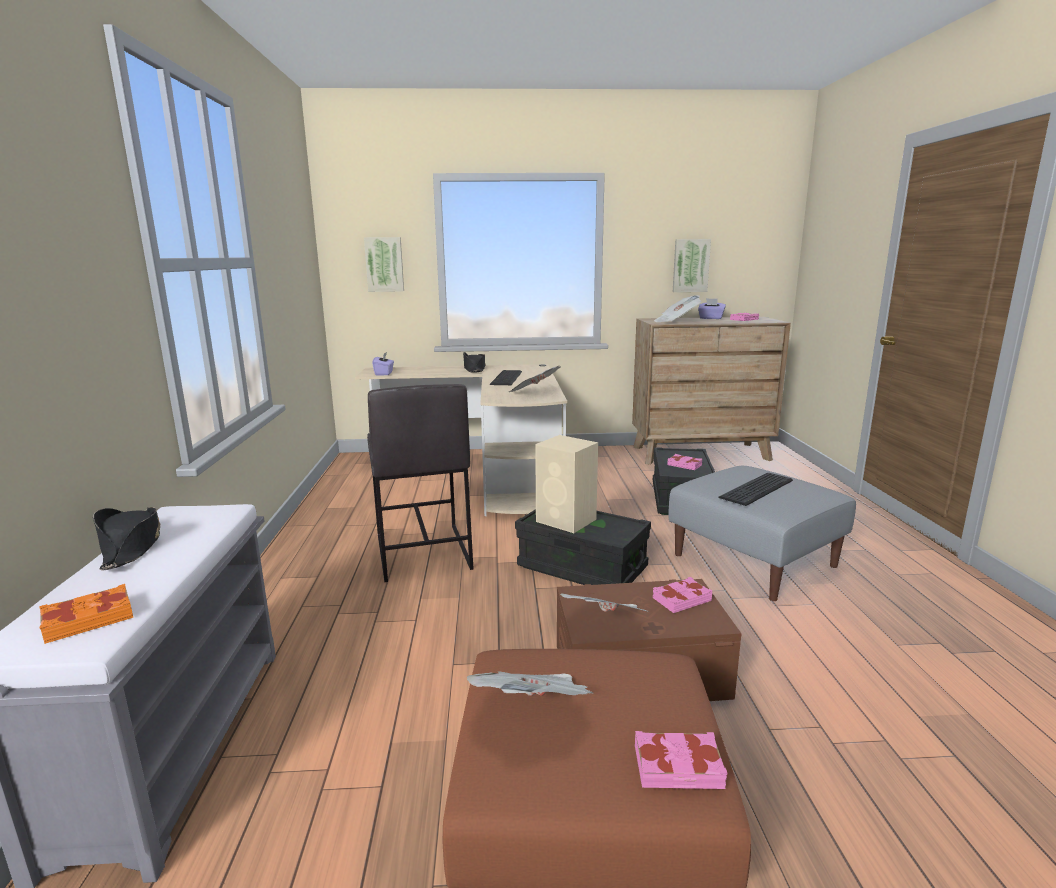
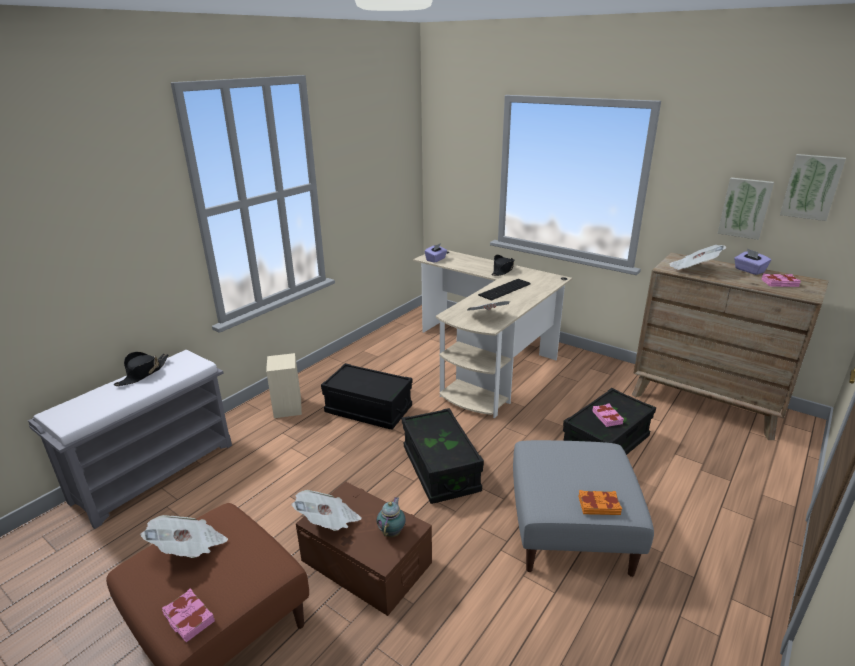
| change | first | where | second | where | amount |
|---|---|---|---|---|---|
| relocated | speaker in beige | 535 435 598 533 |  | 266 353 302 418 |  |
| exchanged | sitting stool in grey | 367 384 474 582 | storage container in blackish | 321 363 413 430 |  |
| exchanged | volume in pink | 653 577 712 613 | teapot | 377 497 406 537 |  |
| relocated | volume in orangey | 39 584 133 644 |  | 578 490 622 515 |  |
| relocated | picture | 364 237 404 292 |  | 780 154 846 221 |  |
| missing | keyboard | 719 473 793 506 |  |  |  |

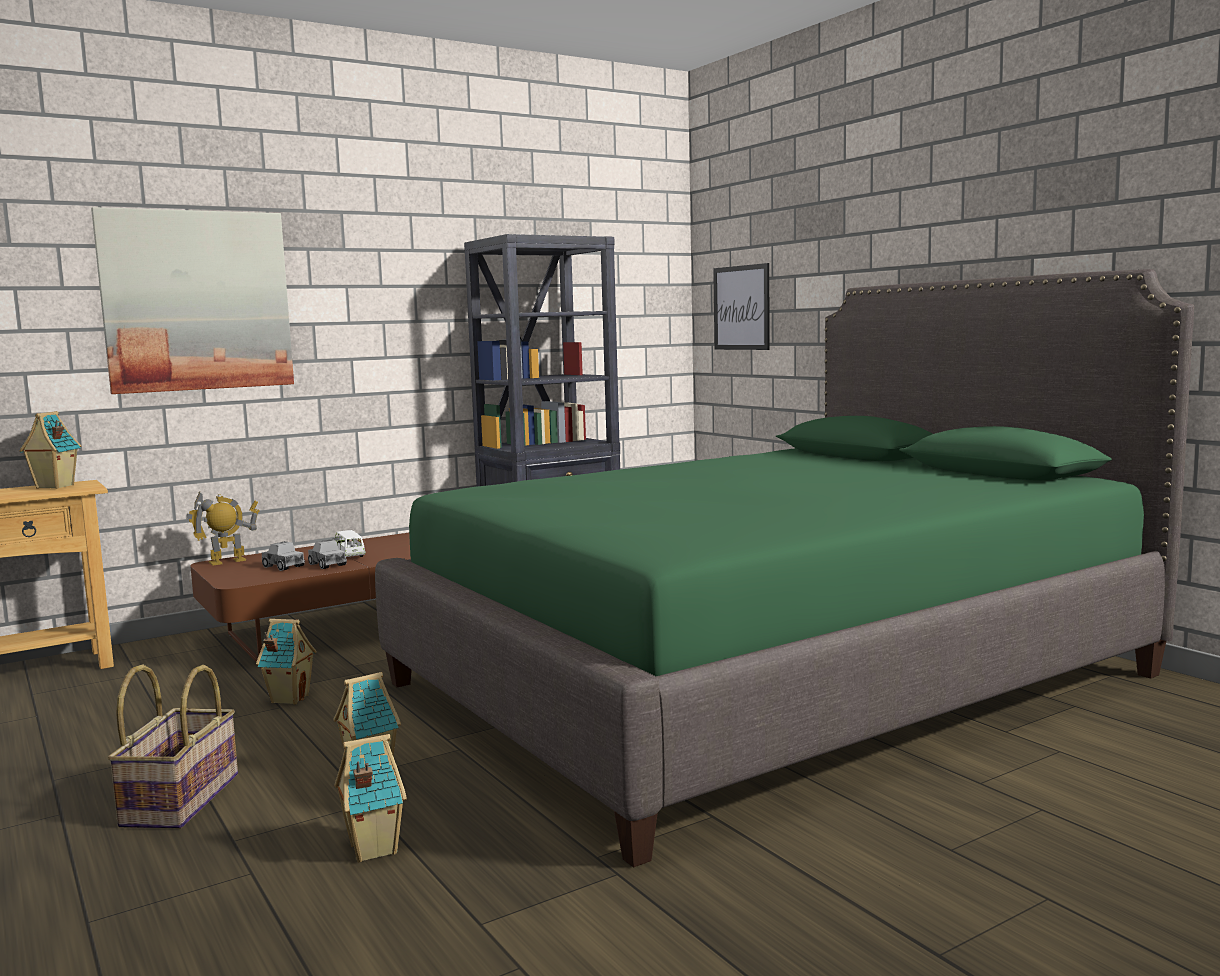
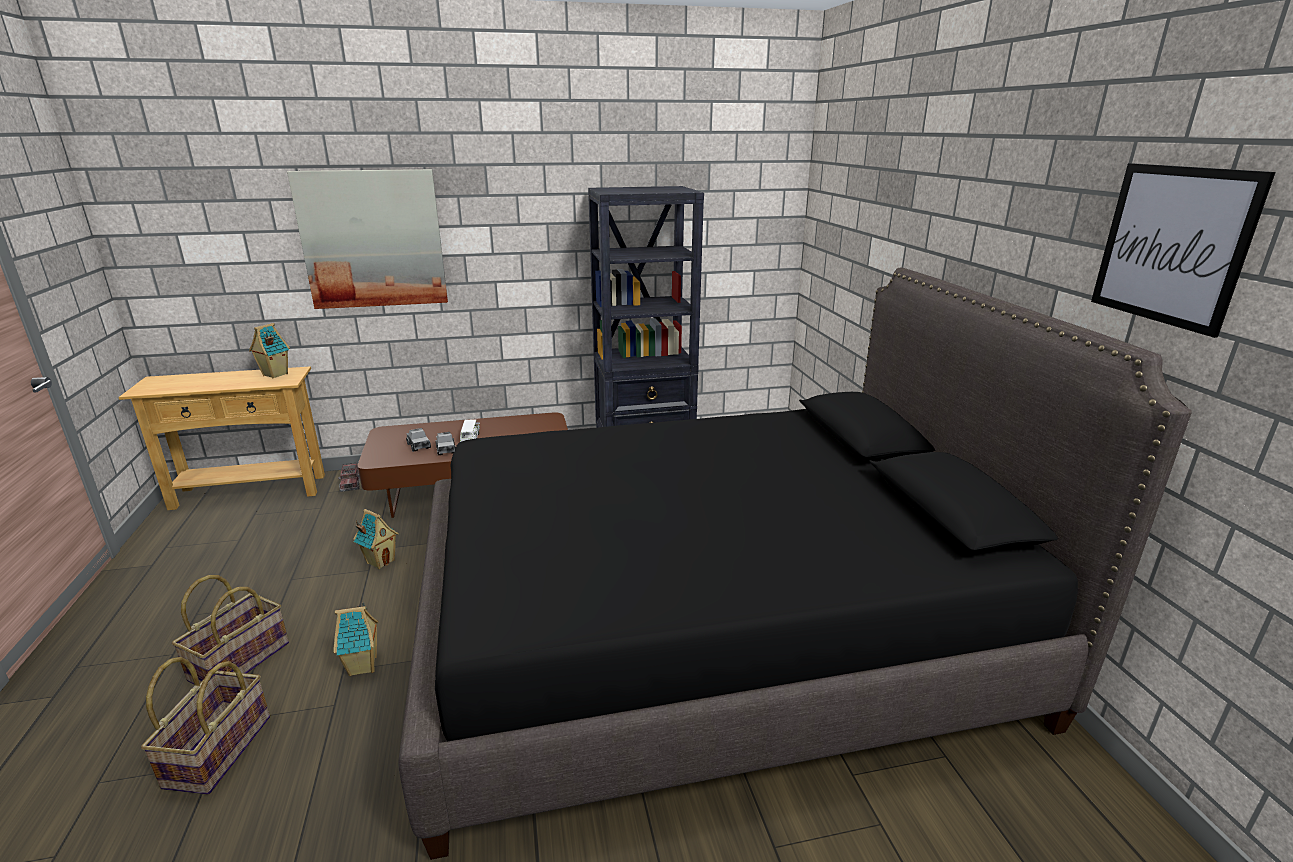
| change | first | where | second | where | amount |
|---|---|---|---|---|---|
| appeared |  |  | basket | 141 657 270 794 |  |
| appeared |  |  | model truck | 338 463 360 492 |  |
| colour | bed in green-coloured | 375 269 1194 868 | bed in blackish | 398 267 1192 860 |  |
| relocated | picture | 713 263 770 350 |  | 1091 163 1276 338 |  |
| missing | model robot | 186 491 260 566 |  |  |  |
| missing | model house | 335 734 407 862 |  |  |  |

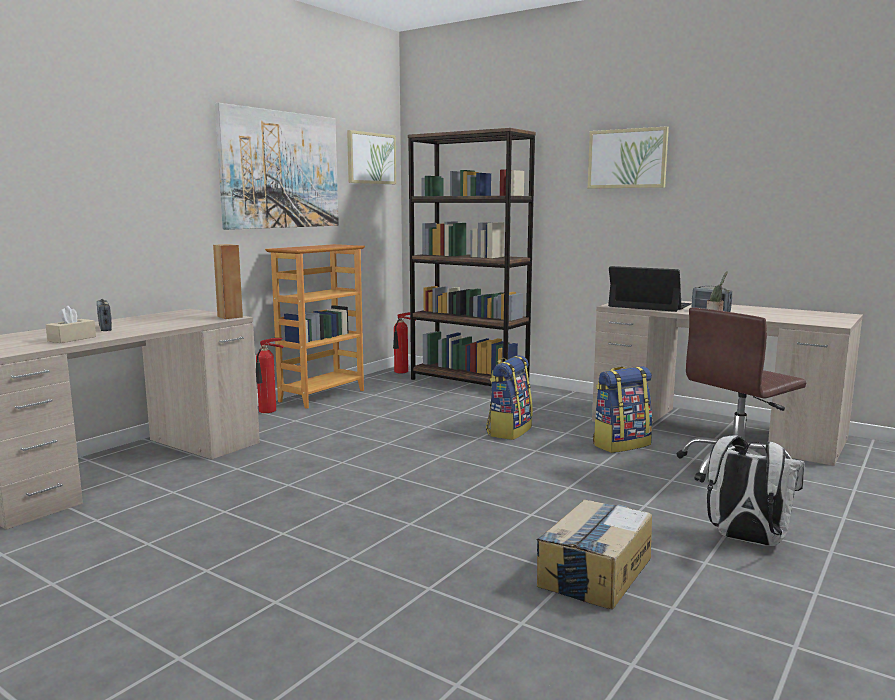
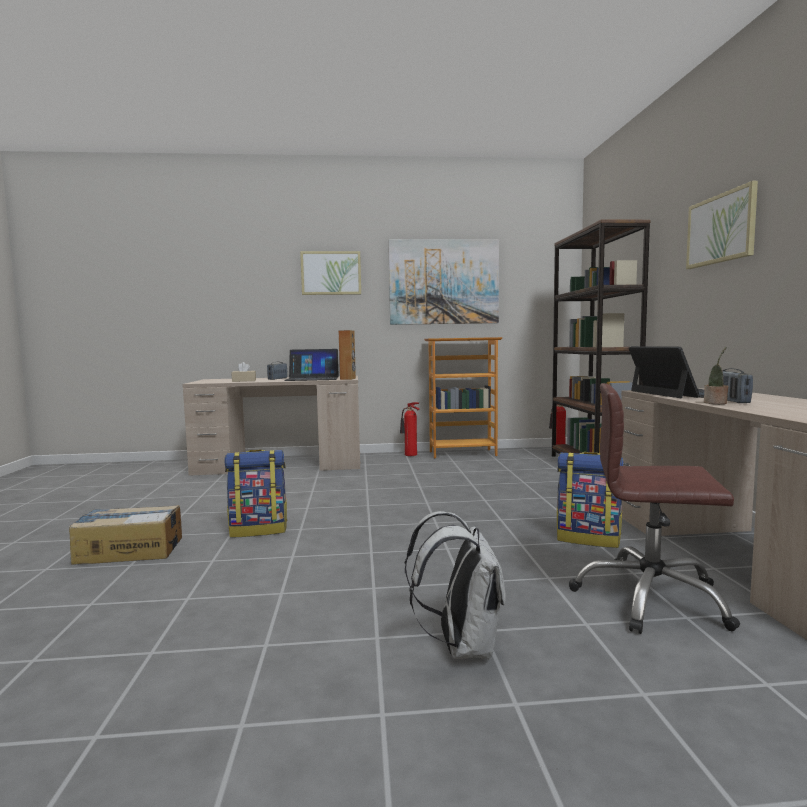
| change | first | where | second | where | amount |
|---|---|---|---|---|---|
| relocated | cardboard box | 537 500 652 609 |  | 69 505 182 565 |  |
| relocated | backpack | 486 355 533 440 |  | 224 449 287 537 |  |
| appeared |  |  | notebook computer | 284 349 339 381 |  |
| relocated | picture | 347 130 396 184 |  | 300 251 361 295 |  |

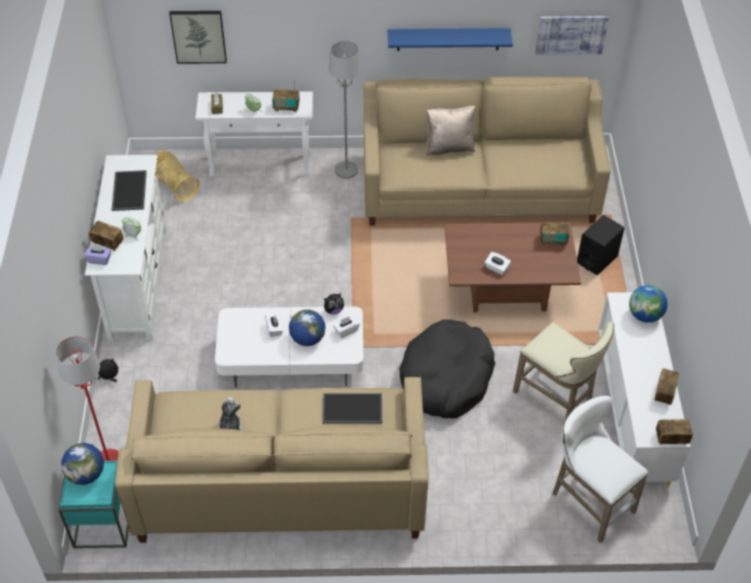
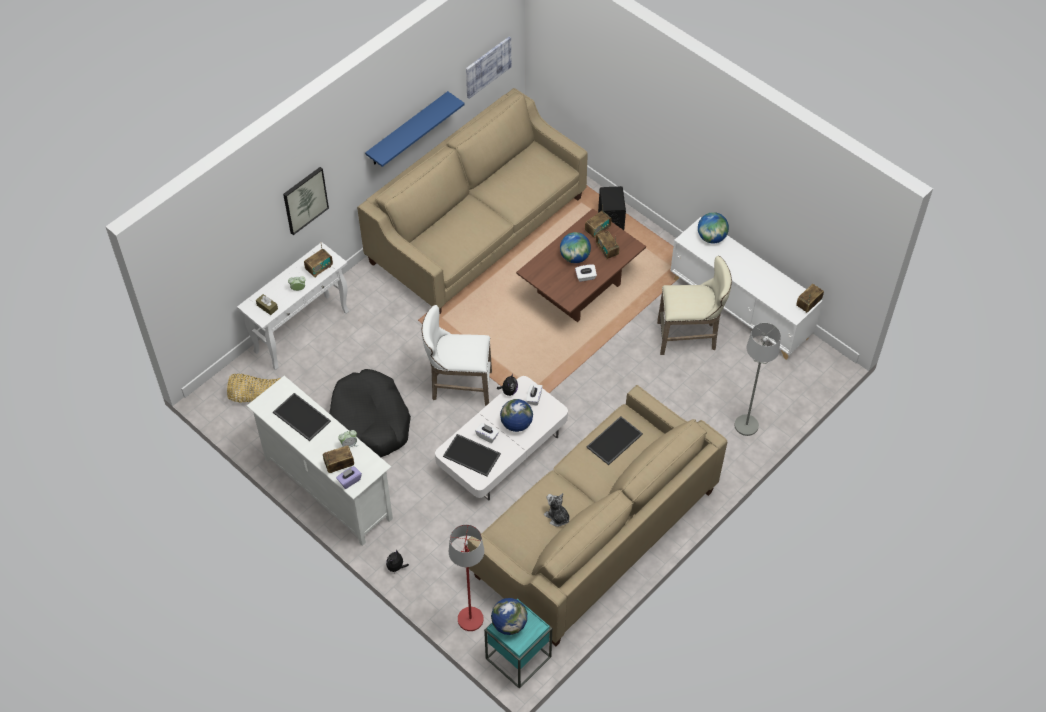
| change | first | where | second | where | amount |
|---|---|---|---|---|---|
| relocated | picture | 169 11 227 64 |  | 283 167 329 235 |  |
| relocated | pet bed in blackish | 399 320 495 418 |  | 329 369 411 457 |  |
| relocated | sitting stool in white | 552 395 648 543 |  | 422 305 492 406 |  |
| appeared |  |  | carrying tray | 443 434 501 476 |  |
| appeared |  |  | world globe | 560 232 591 263 |  |
| relocated | radio receiver | 654 368 679 405 |  | 596 231 619 260 |  |
| relocated | standard lamp in grey | 329 41 361 179 |  | 735 323 781 436 |  |
| missing | pillow in beige | 426 106 475 155 |  |  |  |

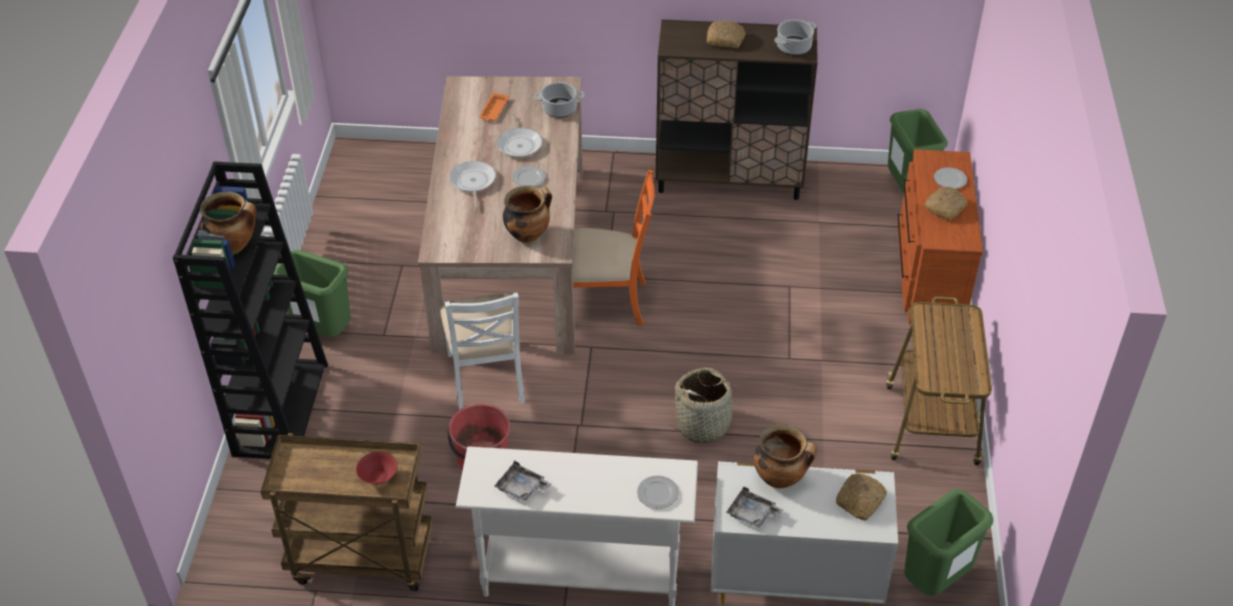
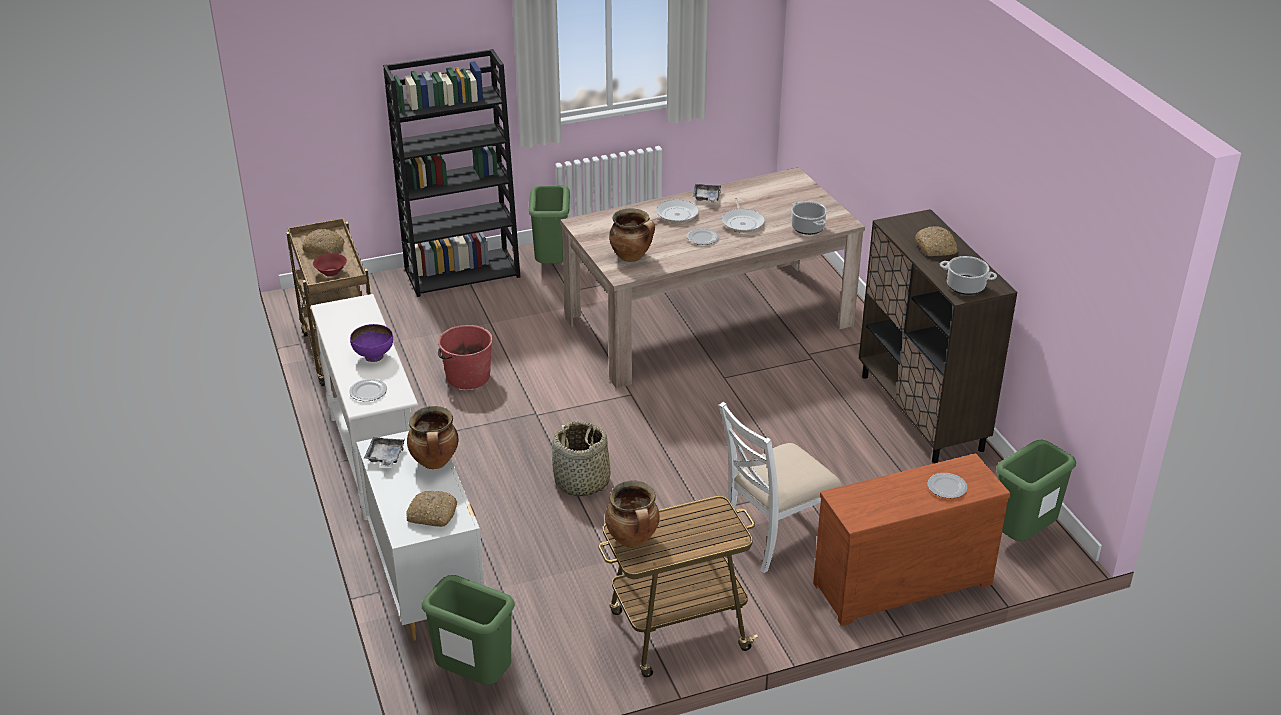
| change | first | where | second | where | amount |
|---|---|---|---|---|---|
| relocated | bread | 925 187 967 221 |  | 302 229 345 255 |  |
| appeared |  |  | deep dish in purple | 350 324 393 362 |  |
| relocated | stockpot | 200 191 256 254 |  | 605 480 659 548 |  |
| relocated | carrying tray in grey | 494 461 551 501 |  | 693 184 721 202 |  |
| relocated | plain chair in white | 440 292 525 410 |  | 719 402 842 573 |  |
| spun | skillet | 497 114 542 158 |  | 722 198 765 233 | 60 degrees counterclockwise |
| missing | carrying tray in orangey | 479 93 509 121 |  |  |  |
| missing | plain chair in orangey | 573 169 655 326 |  |  |  |

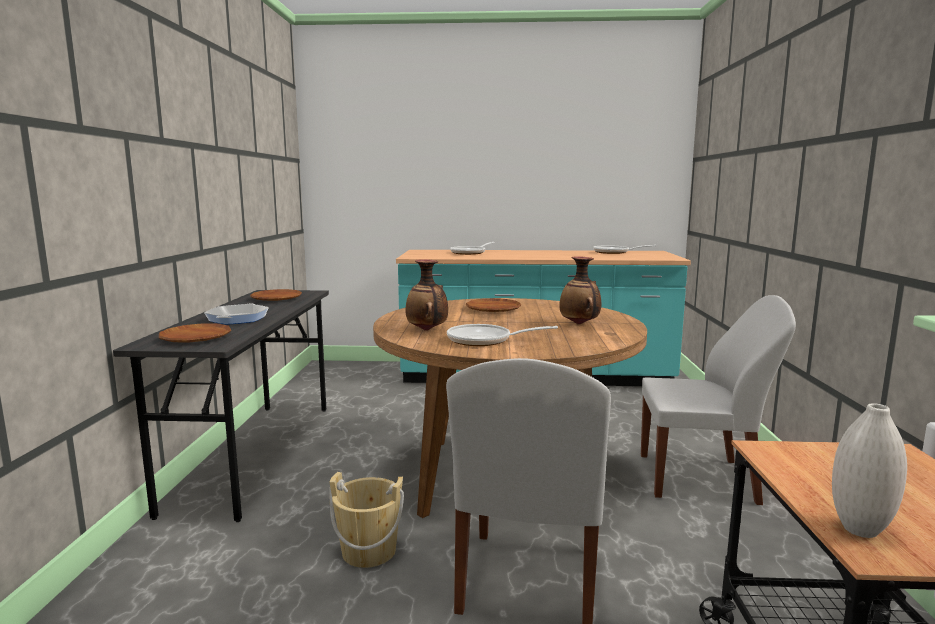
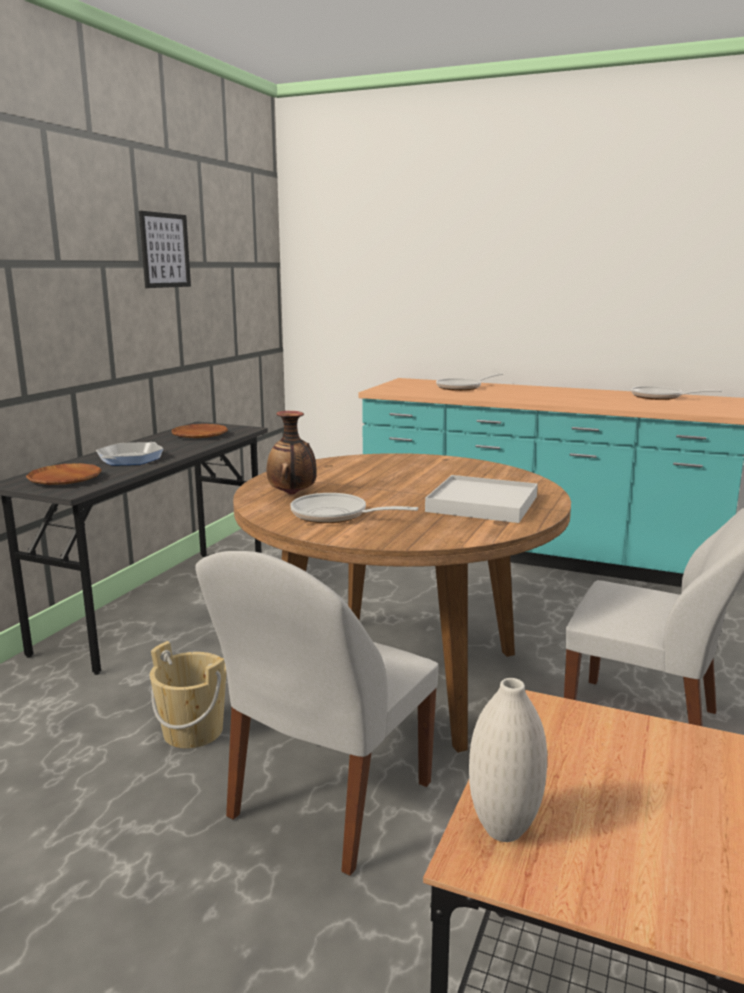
| change | first | where | second | where | amount |
|---|---|---|---|---|---|
| appeared |  |  | picture | 139 211 191 288 |  |
| exchanged | decorative vase | 559 256 601 325 | carrying tray in white | 425 475 538 523 |  |
| missing | flat dish in brown | 466 298 521 312 |  |  |  |

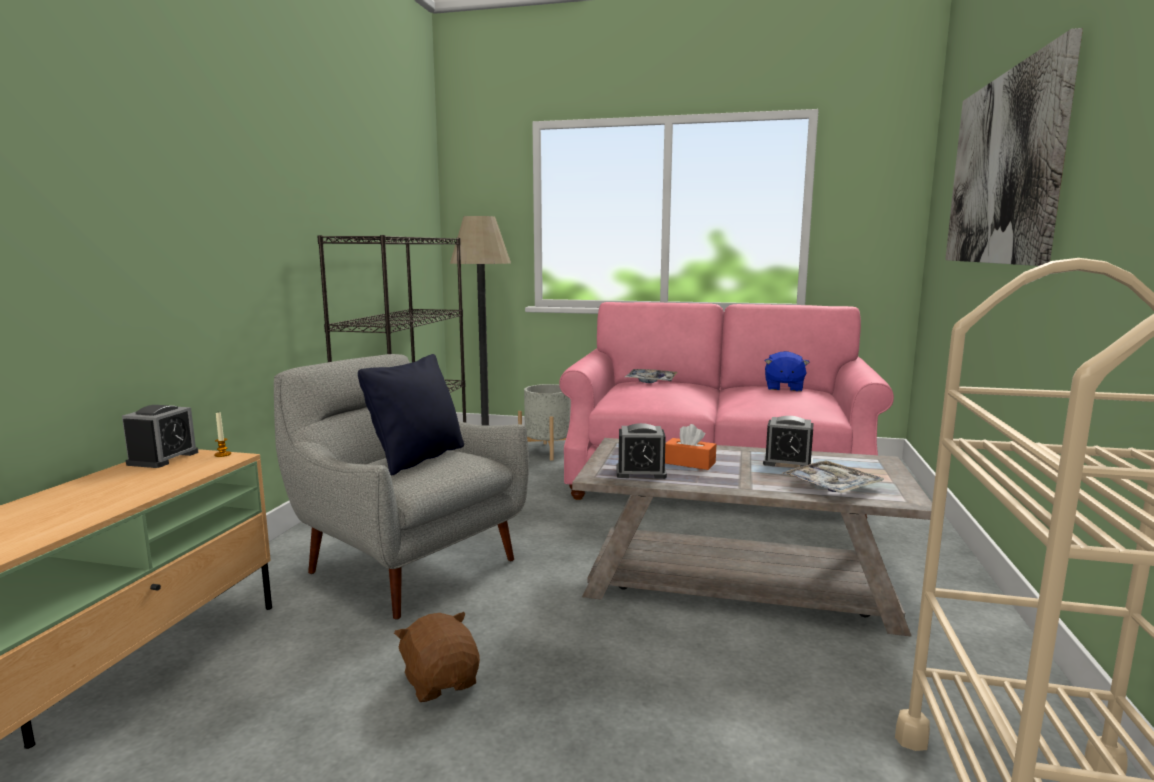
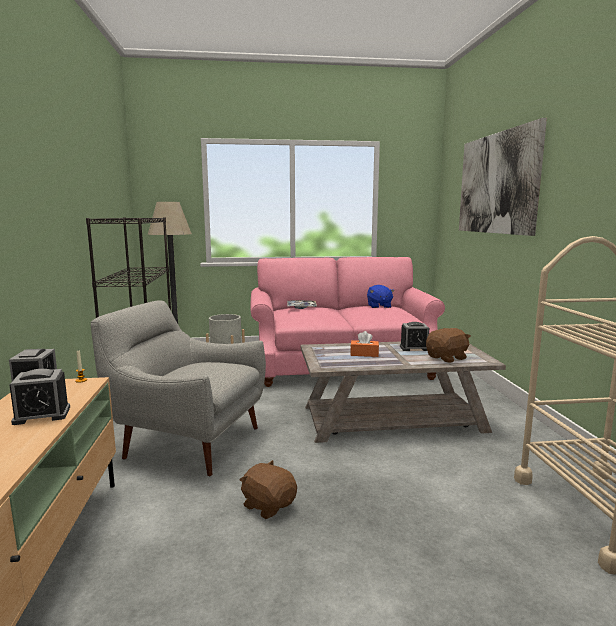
| change | first | where | second | where | amount |
|---|---|---|---|---|---|
| relocated | table clock | 617 423 667 479 |  | 9 369 70 425 |  |
| exchanged | carrying tray | 782 460 884 493 | soft toy in brown | 426 328 471 363 |  |
| missing | pillow in blackish | 358 354 464 475 |  |  |  |

